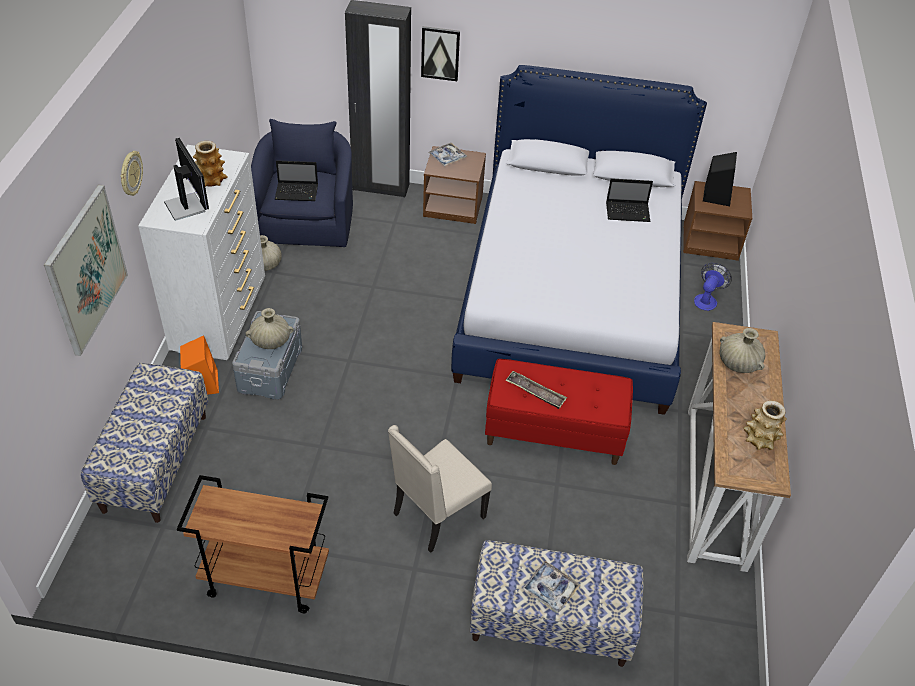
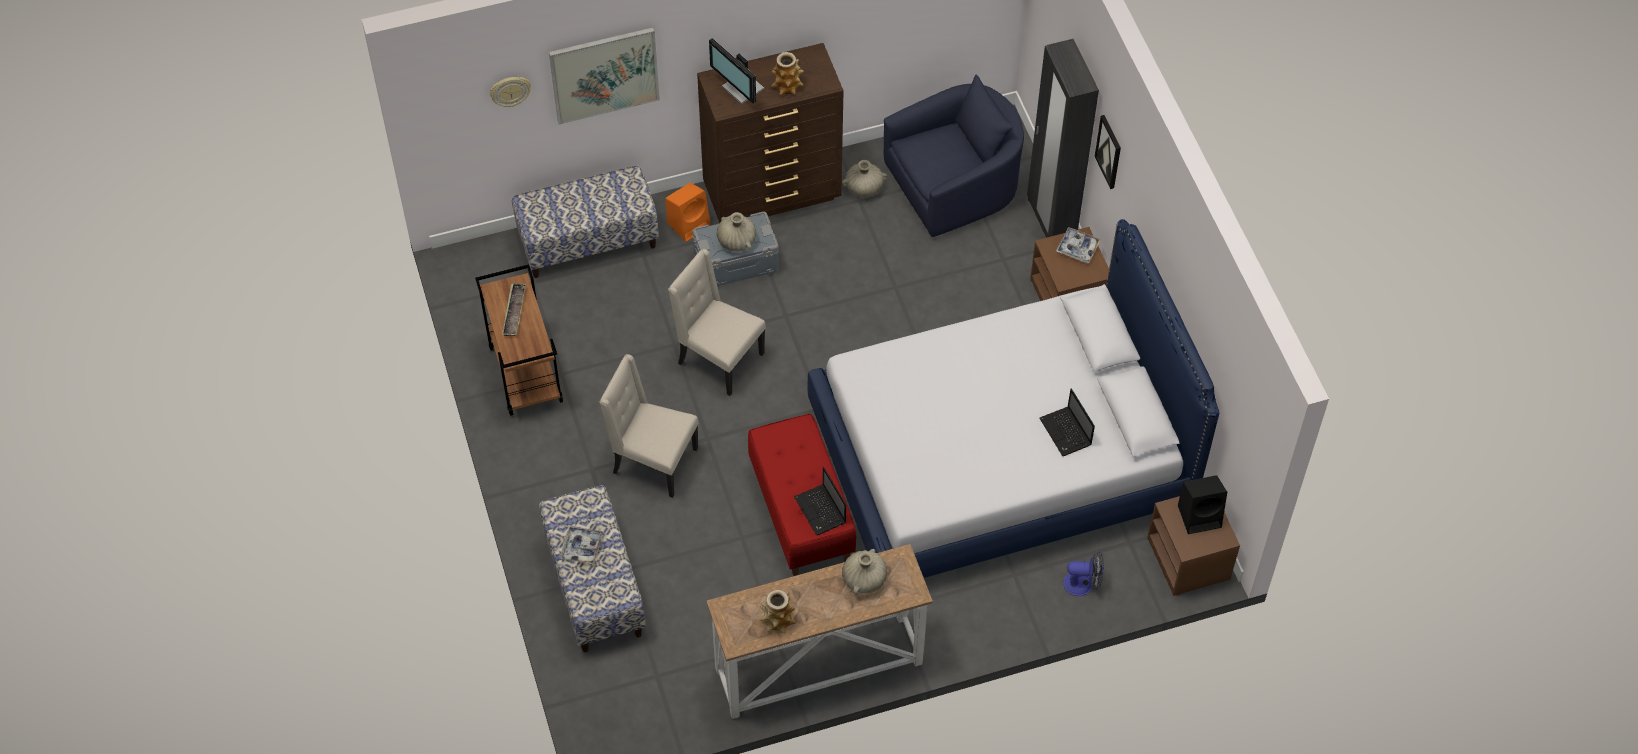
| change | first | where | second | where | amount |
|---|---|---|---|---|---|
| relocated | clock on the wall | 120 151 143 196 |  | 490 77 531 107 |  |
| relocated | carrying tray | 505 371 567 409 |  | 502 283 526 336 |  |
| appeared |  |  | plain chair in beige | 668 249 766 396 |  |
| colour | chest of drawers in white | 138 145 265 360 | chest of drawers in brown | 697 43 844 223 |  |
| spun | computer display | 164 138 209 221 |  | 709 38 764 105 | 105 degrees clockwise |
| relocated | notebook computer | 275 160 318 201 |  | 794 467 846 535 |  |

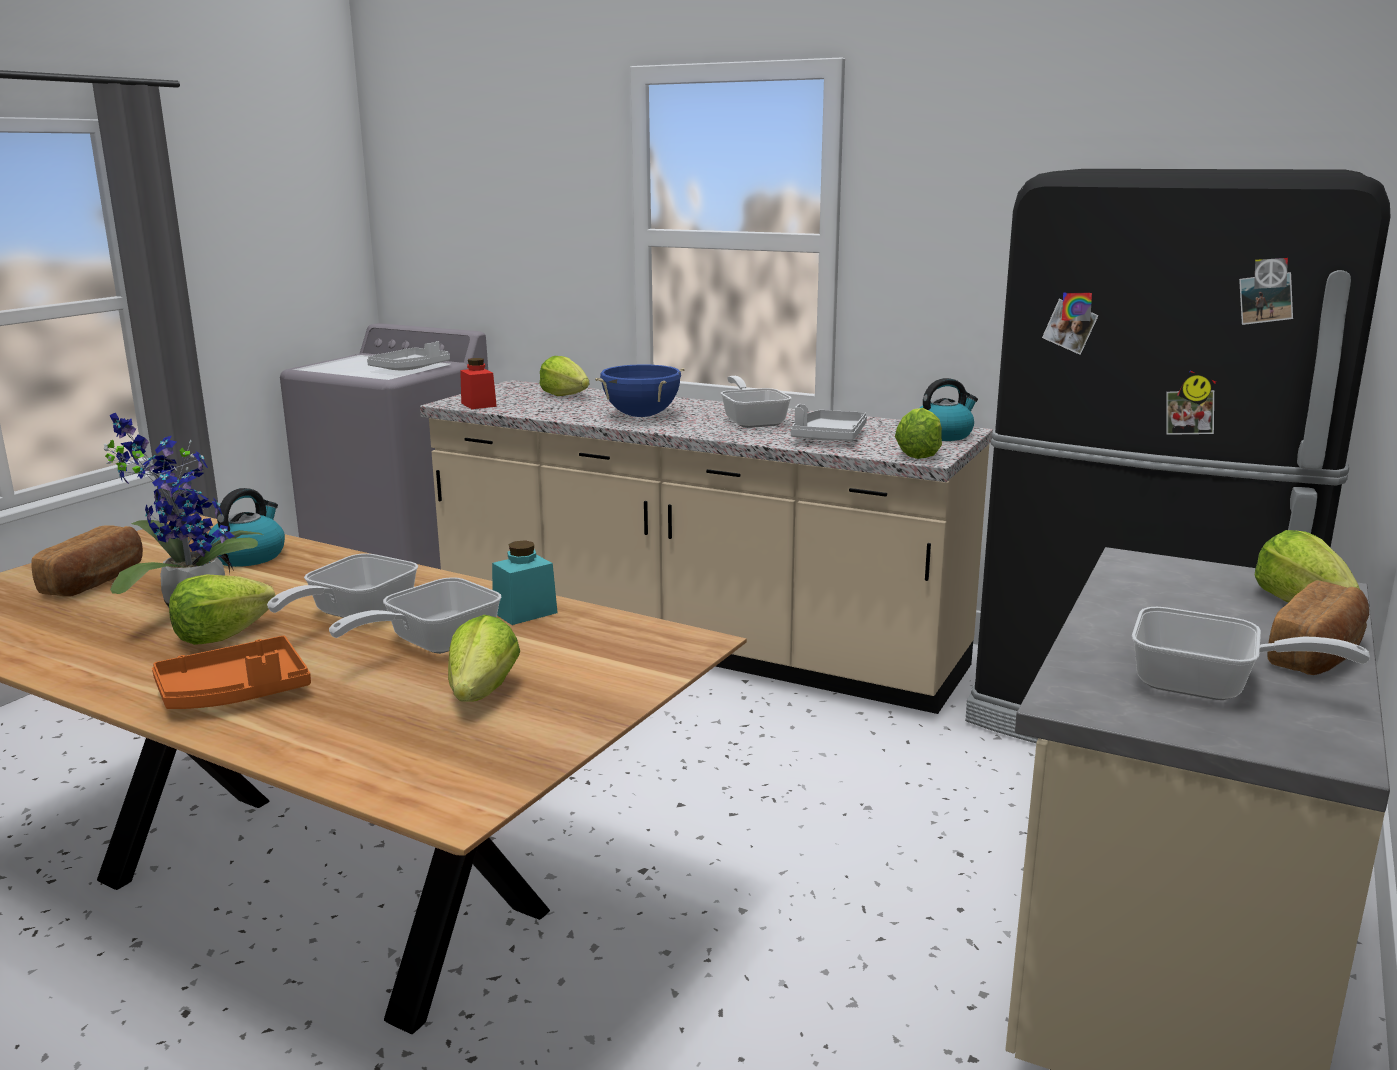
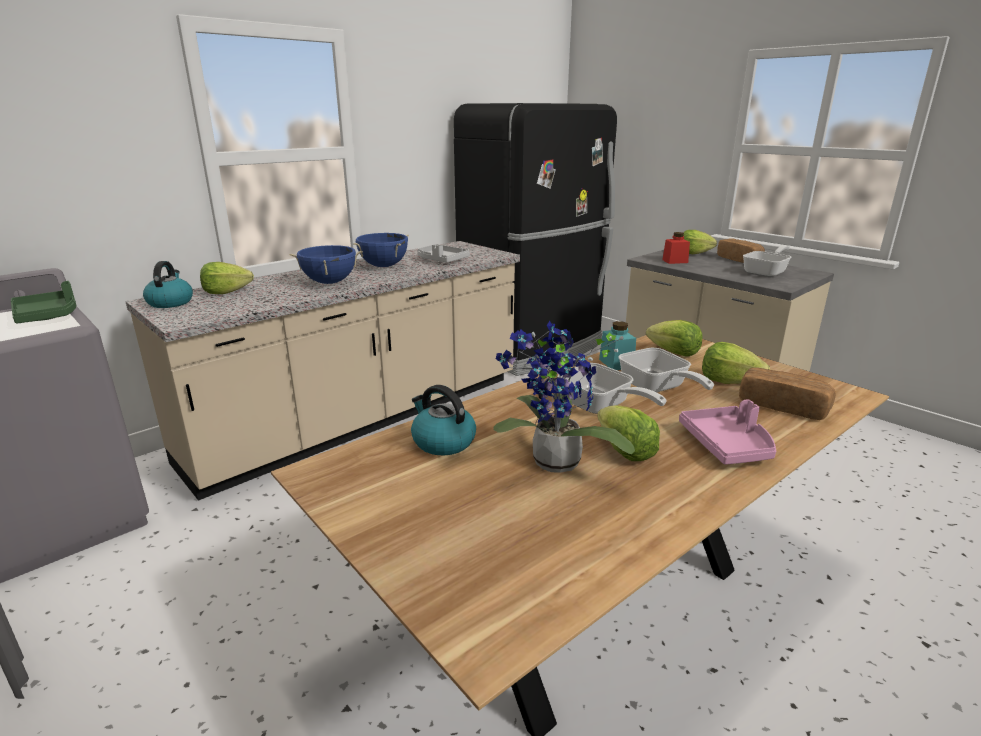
| change | first | where | second | where | amount |
|---|---|---|---|---|---|
| colour | carrying tray in grey | 367 341 450 370 | carrying tray in green-coloured | 11 281 76 324 |  |
| relocated | water kettle | 920 378 978 441 |  | 143 261 193 308 |  |
| exchanged | skillet | 721 376 791 428 | stockpot in bluish | 353 233 409 267 |  |
| relocated | head of lettuce | 895 408 942 459 |  | 646 320 703 357 |  |
| relocated | preserve jar in reddish | 460 358 497 409 |  | 662 232 690 264 |  |
| colour | carrying tray in orangey | 152 636 311 709 | carrying tray in pink | 679 399 776 465 |  |
| relocated | bread | 31 525 143 597 |  | 739 368 835 420 |  |

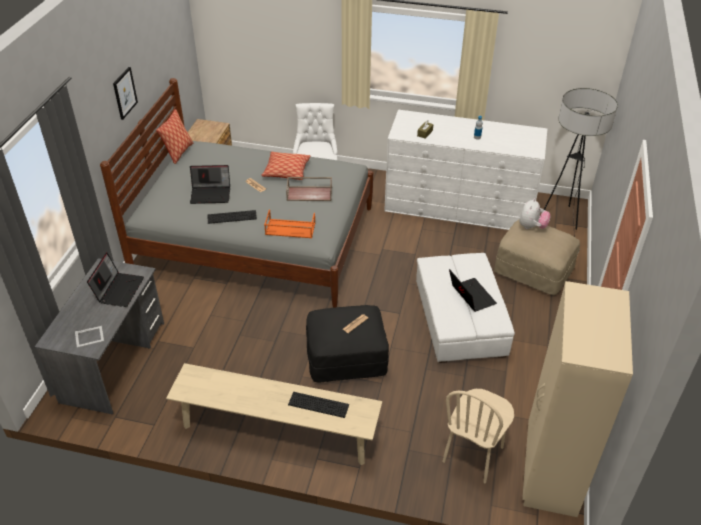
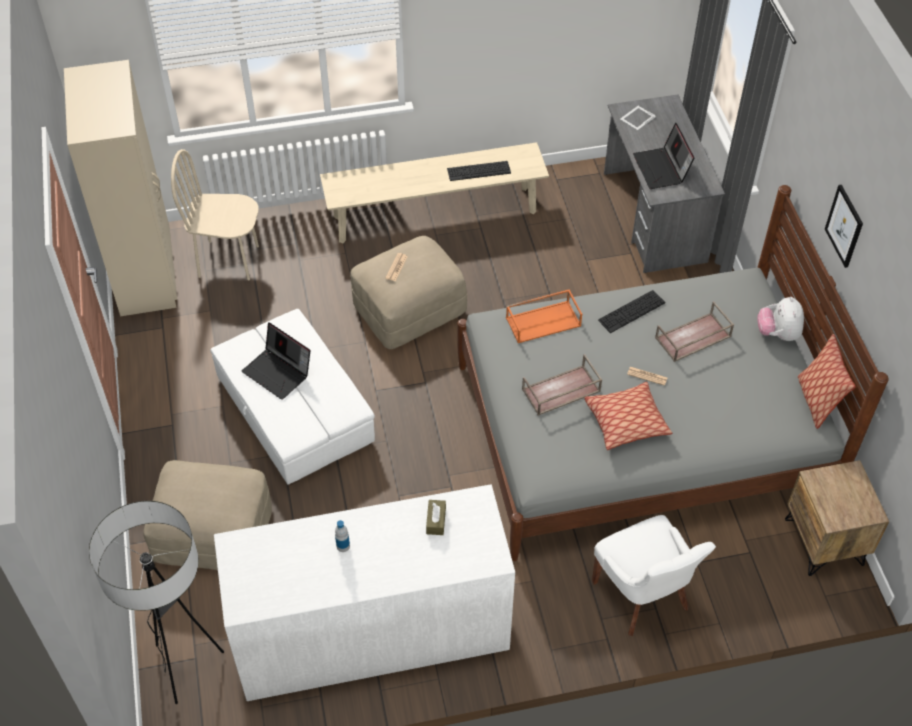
| change | first | where | second | where | amount |
|---|---|---|---|---|---|
| spun | plain chair in beige | 442 389 514 483 |  | 171 149 259 281 | 90 degrees counterclockwise |
| colour | ottoman in blackish | 306 305 389 382 | ottoman in beige | 350 236 467 349 |  |
| relocated | keyboard | 288 392 349 418 |  | 447 161 511 181 |  |
| exchanged | notebook computer | 190 165 230 204 | carrying tray in brown | 655 301 734 362 |  |
| relocated | soft toy | 519 199 551 229 |  | 757 297 804 341 |  |

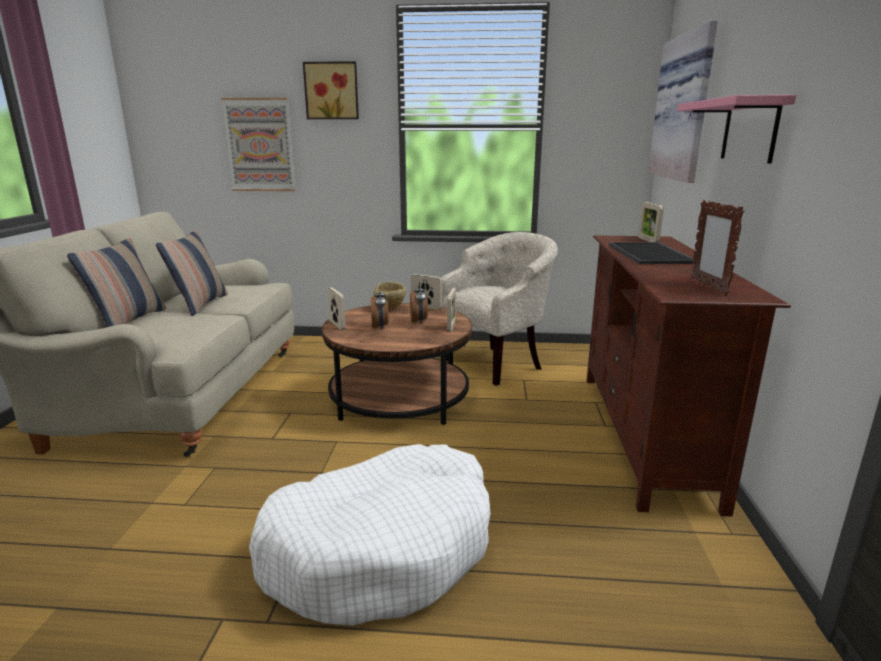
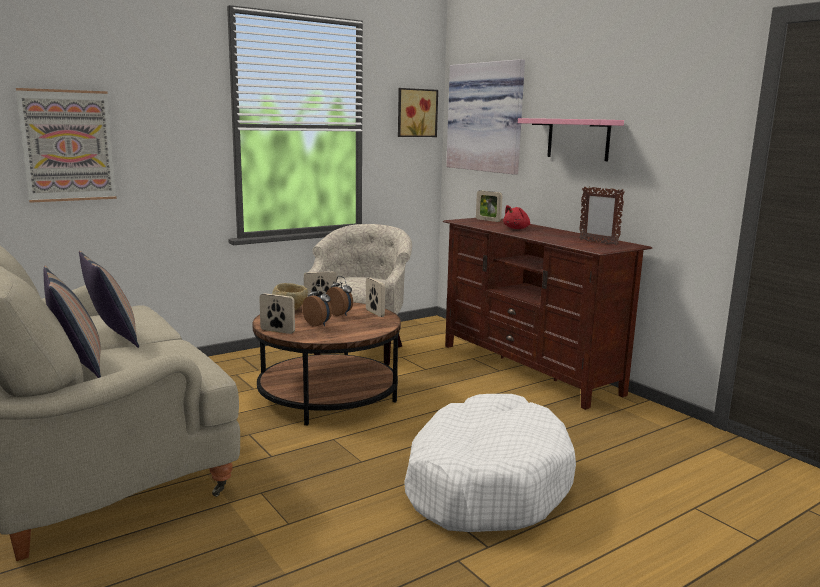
| change | first | where | second | where | amount |
|---|---|---|---|---|---|
| relocated | picture | 303 61 359 119 |  | 398 88 438 137 |  |
| exchanged | carrying tray | 609 242 696 264 | soft toy in reddish | 503 205 530 229 |  |

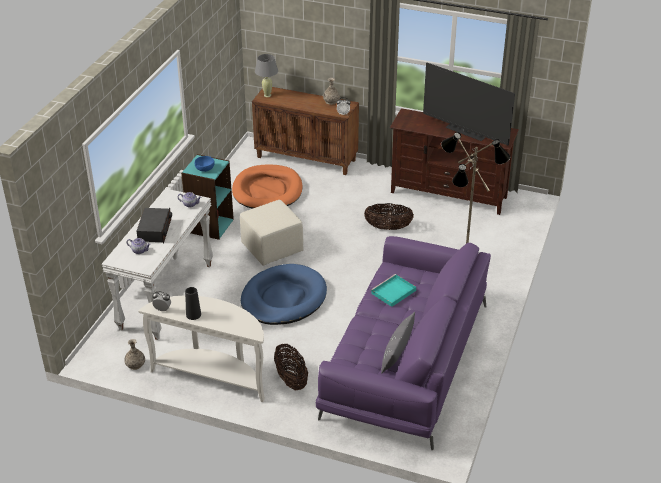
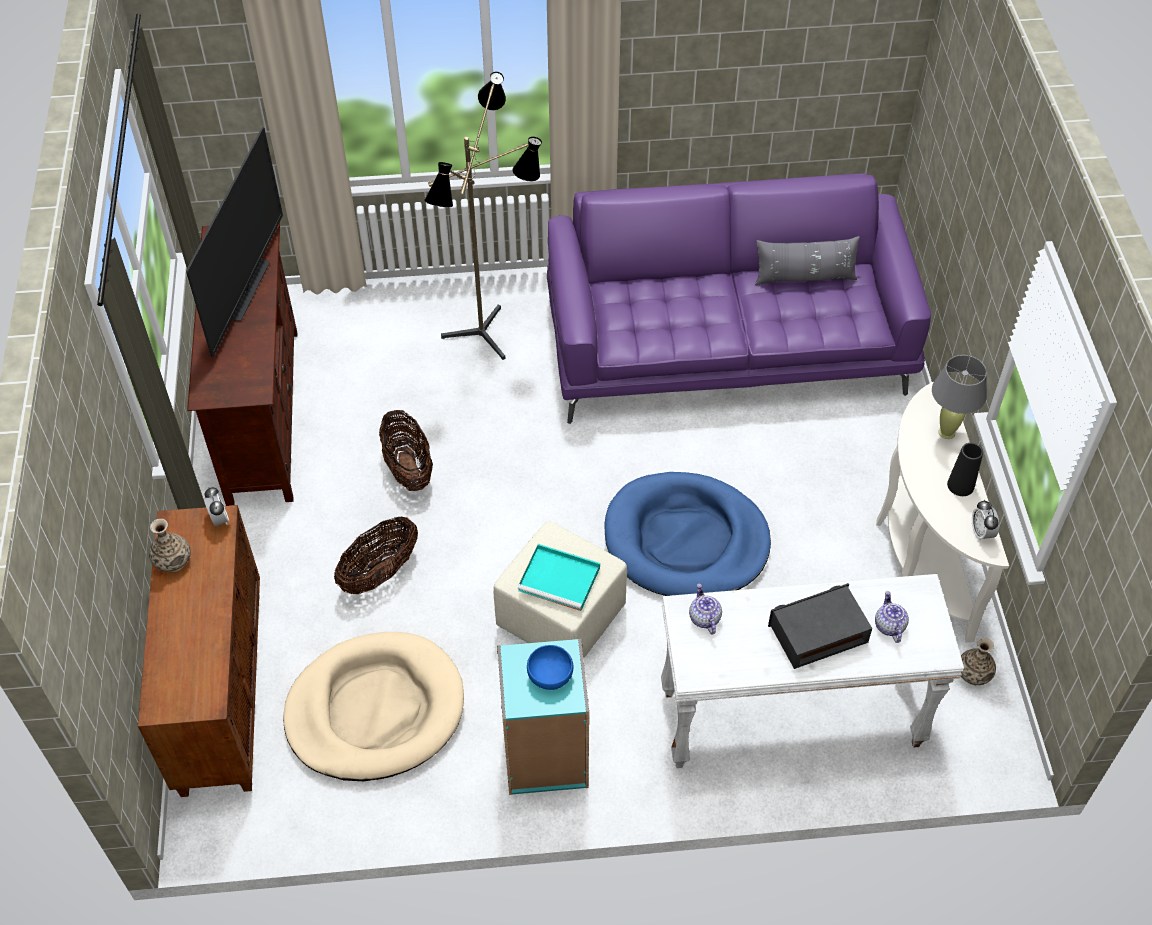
| change | first | where | second | where | amount |
|---|---|---|---|---|---|
| colour | pet bed in orangey | 232 164 303 209 | pet bed in beige | 283 632 464 781 |  |
| relocated | basket | 274 344 308 391 |  | 334 517 418 594 |  |
| relocated | carrying tray in turquoise-coloured | 371 274 416 307 |  | 518 544 600 611 |  |
| relocated | lamp for a table in grey | 255 54 278 97 |  | 932 355 987 439 |  |

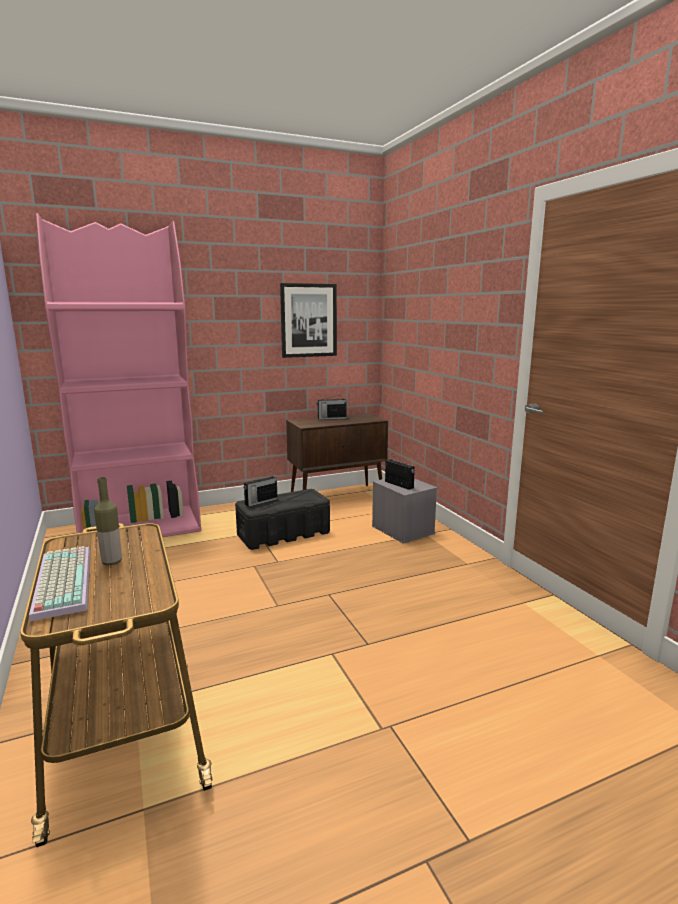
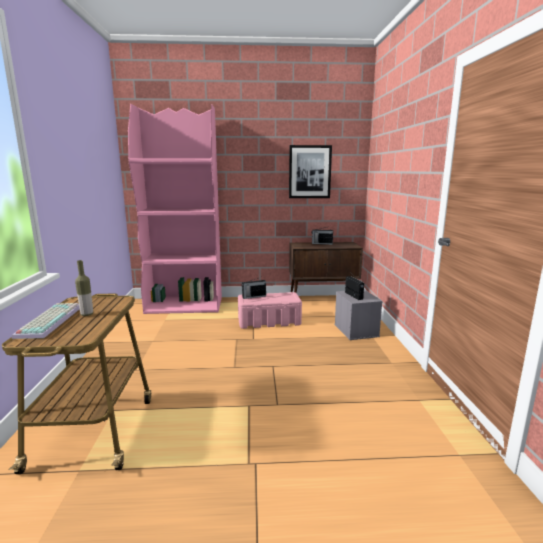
| change | first | where | second | where | amount |
|---|---|---|---|---|---|
| colour | storage container in blackish | 235 489 330 550 | storage container in pink | 238 292 302 329 |  |

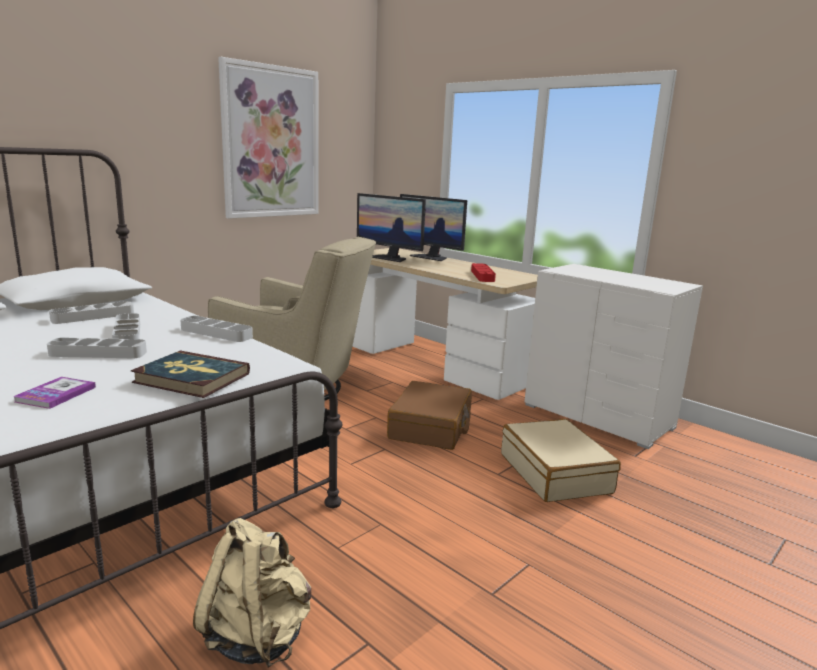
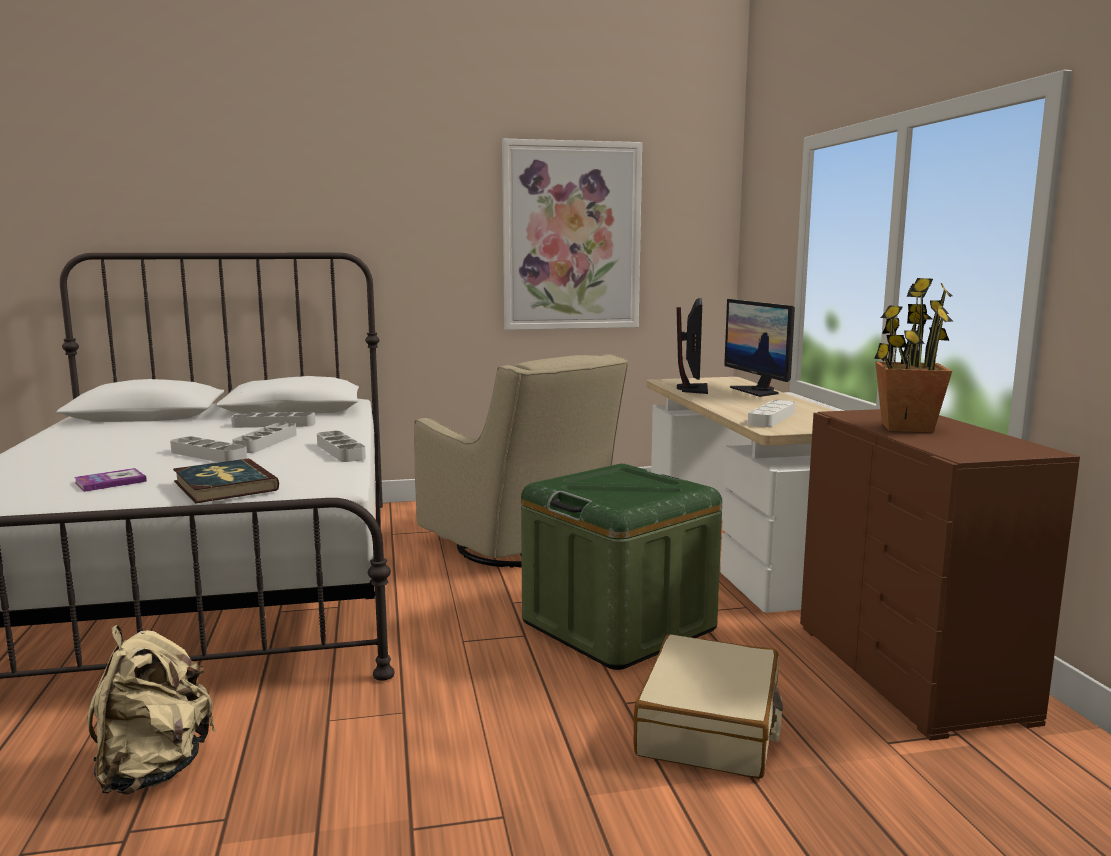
| change | first | where | second | where | amount |
|---|---|---|---|---|---|
| exchanged | travel case in brown | 387 381 472 450 | storage container in green-coloured | 521 464 722 670 |  |
| spun | computer display | 357 193 426 262 |  | 676 298 708 394 | 150 degrees counterclockwise |
| colour | carrying tray in reddish | 471 263 496 282 | carrying tray in white | 748 400 795 427 |  |
| colour | chest of drawers in white | 524 264 703 449 | chest of drawers in brown | 800 409 1080 741 |  |
| appeared |  |  | potted plant | 874 278 953 433 |  |

